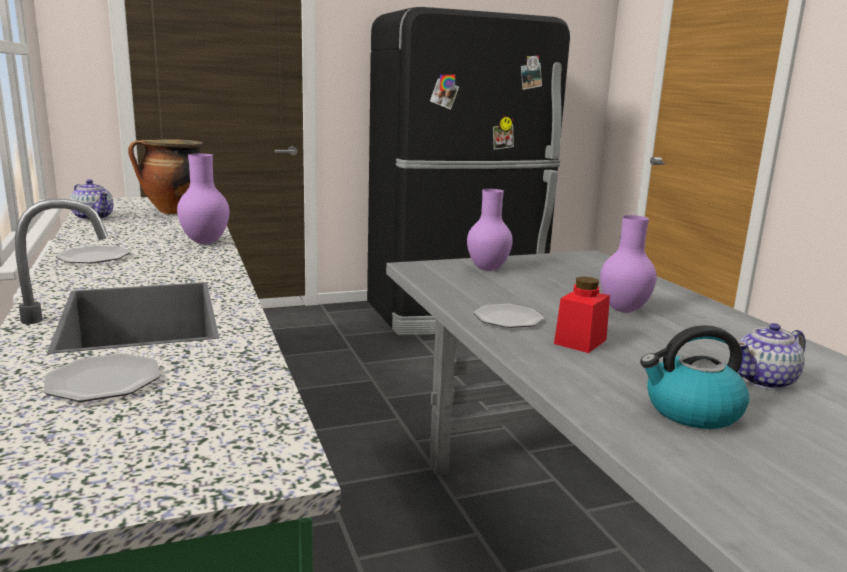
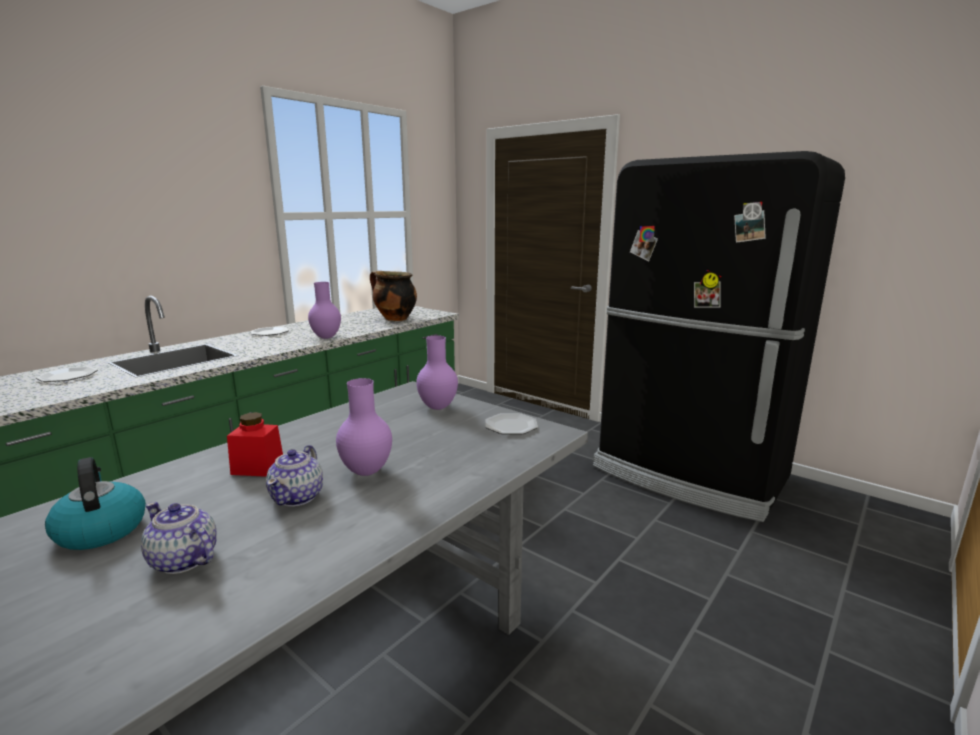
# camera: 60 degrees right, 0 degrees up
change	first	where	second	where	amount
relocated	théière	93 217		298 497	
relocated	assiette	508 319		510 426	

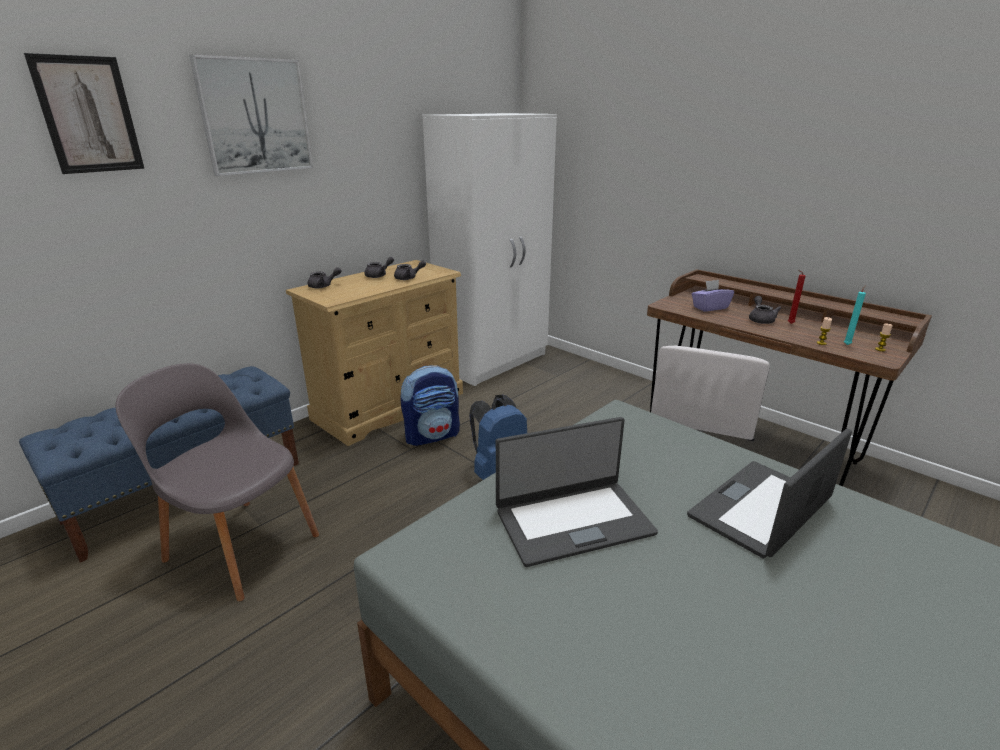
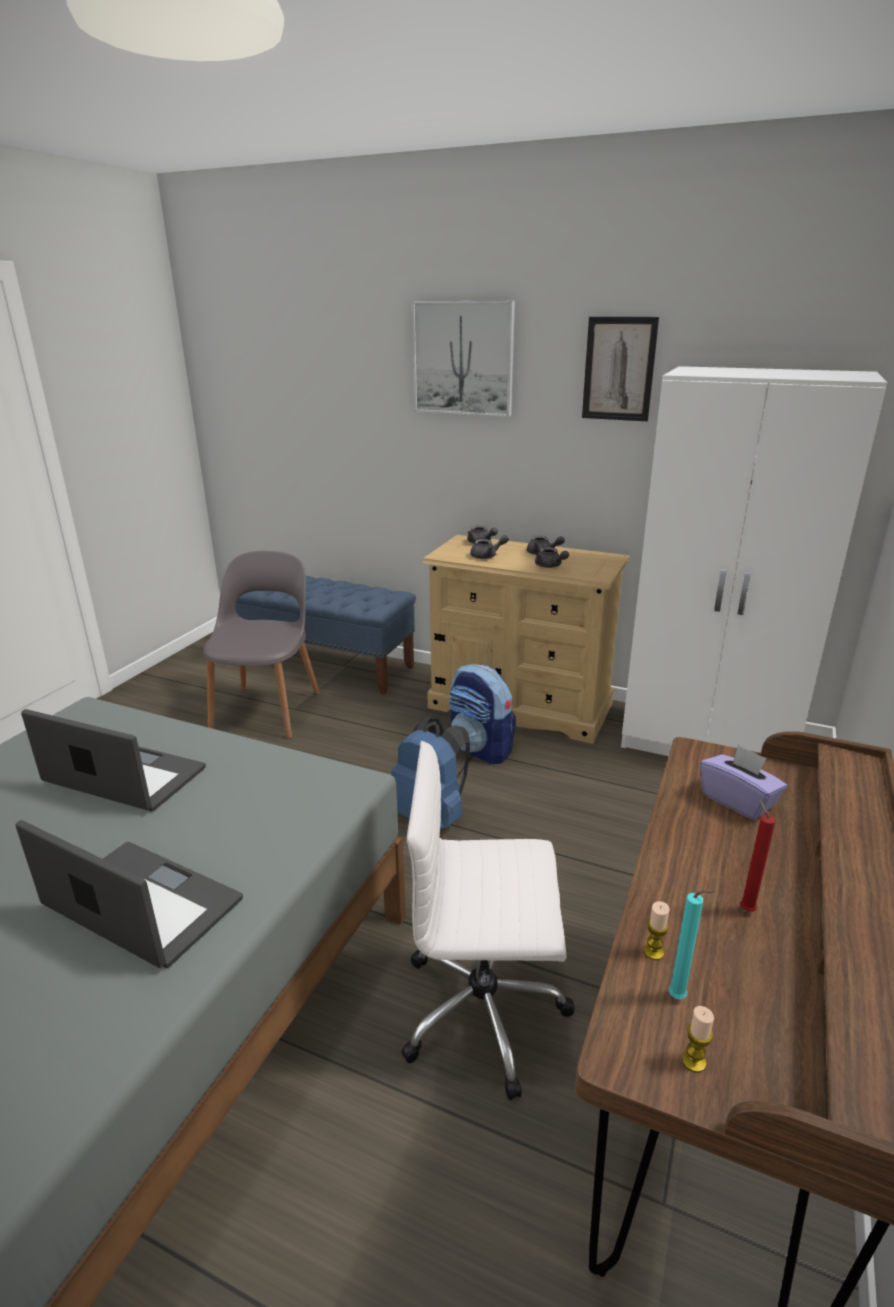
# camera: 70 degrees right, 0 degrees up
change	first	where	second	where	amount
spun	ordinateur portable	573 521		124 777	150 degrees clockwise
relocated	théière (gris)	760 319		487 556	
relocated	tableau	88 115		619 369	

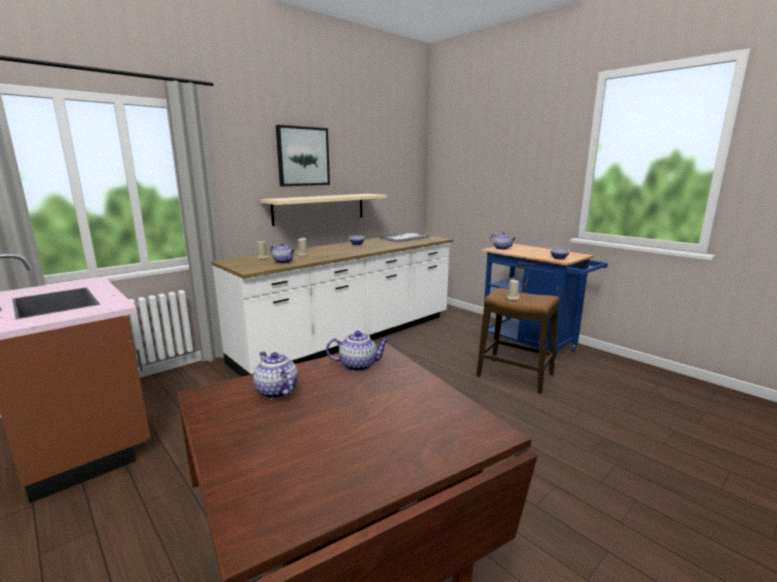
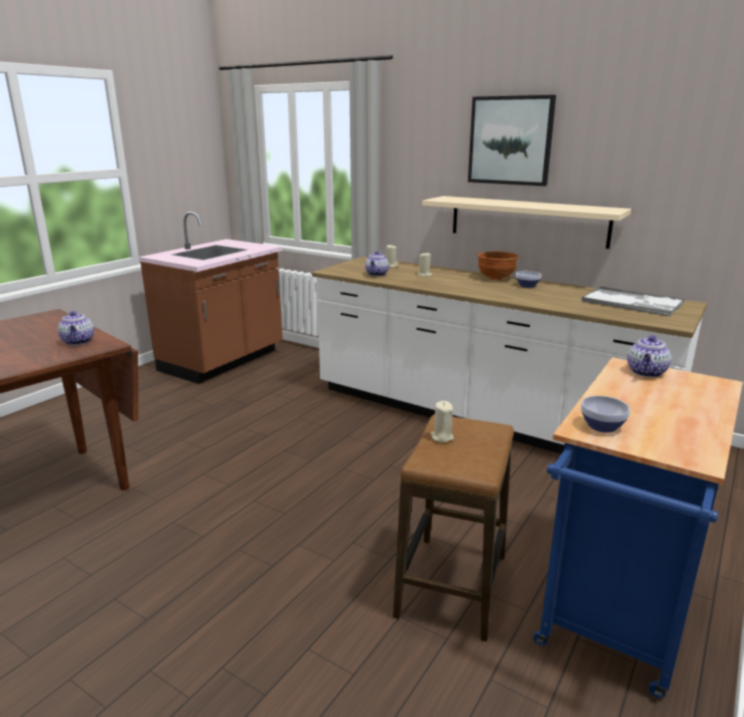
# camera: 75 degrees right, 5 degrees up
change	first	where	second	where	amount
appeared			bol (marron)	496 278	
missing	théière	276 391			

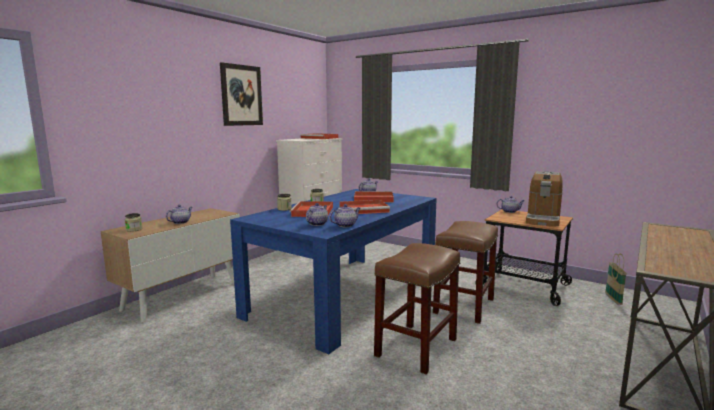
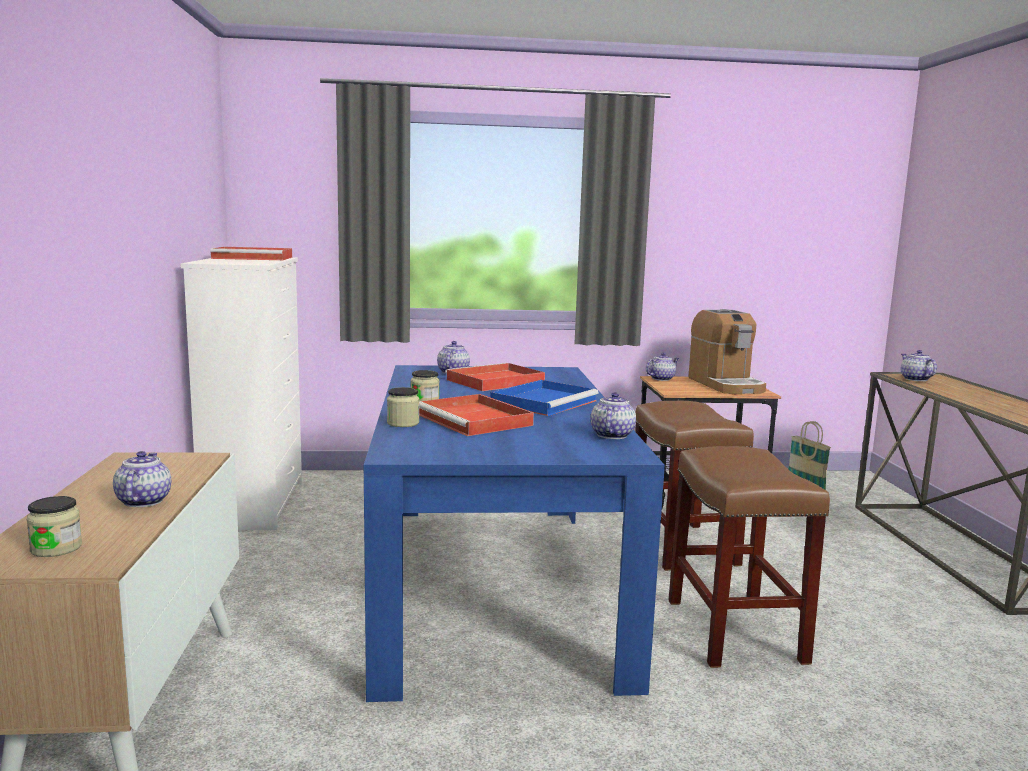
# camera: 40 degrees left, 0 degrees up
change	first	where	second	where	amount
colour	plateau (rouge)	364 209	plateau (bleu)	544 402	
relocated	théière	317 224		915 379	
missing	tableau	241 95			

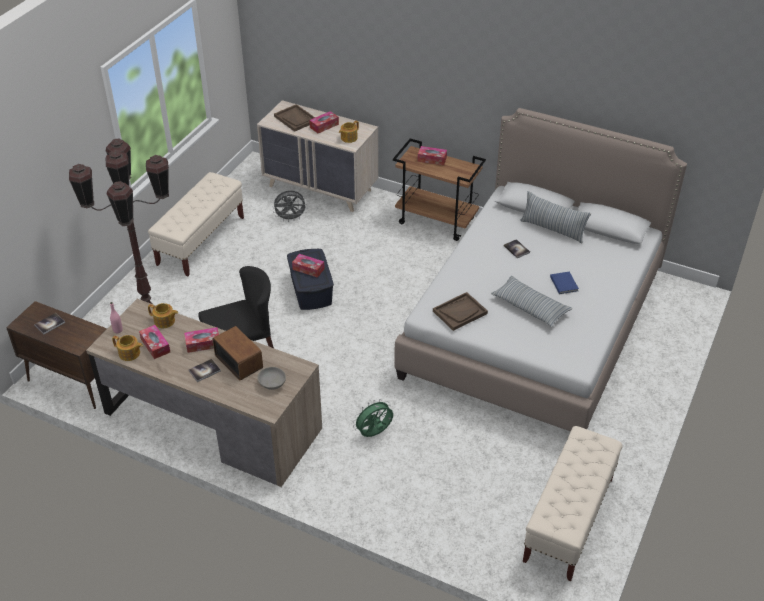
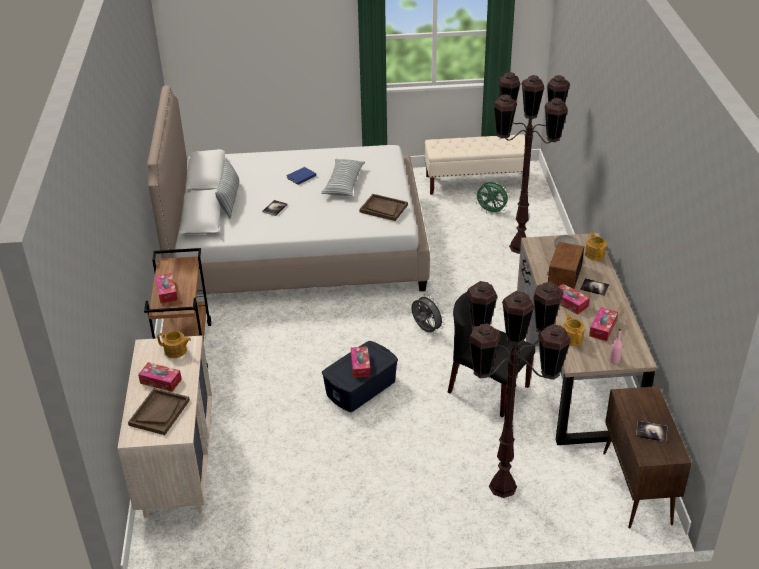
# camera: 120 degrees left, 5 degrees down
change	first	where	second	where	amount
relocated	ventilateur (gris)	290 218		426 330	
relocated	ventilateur (vert)	374 433		491 211	
appeared			lampadaire (marron)	519 247	
relocated	théière	129 354		595 254	
missing	banc (beige)	201 241			

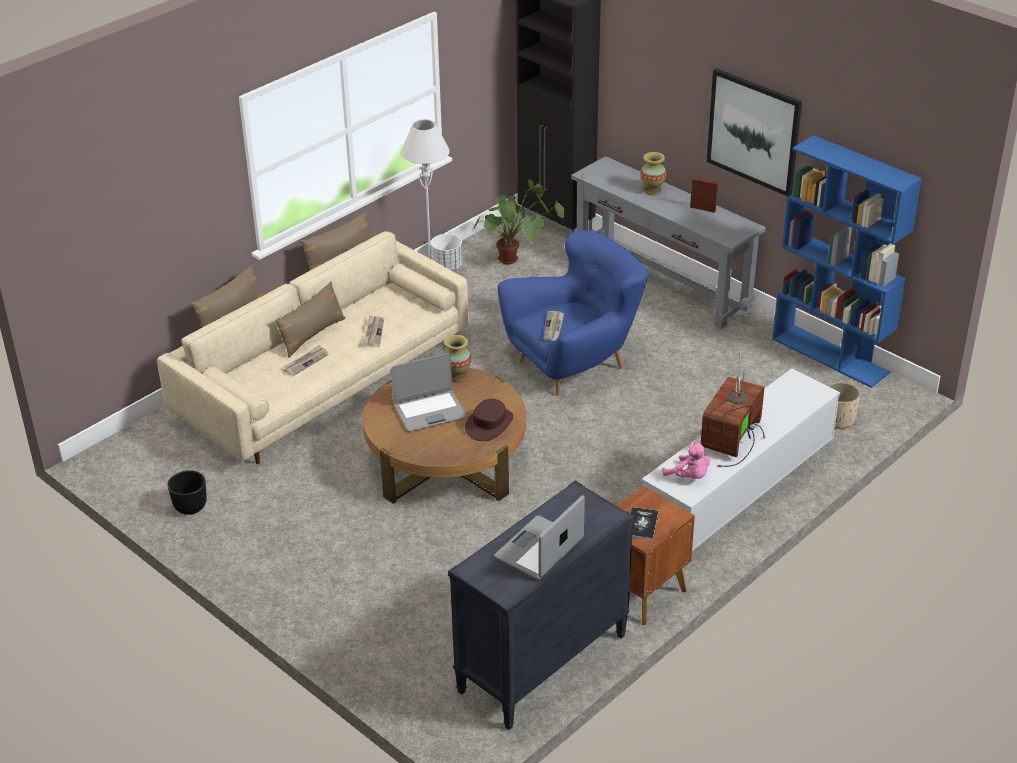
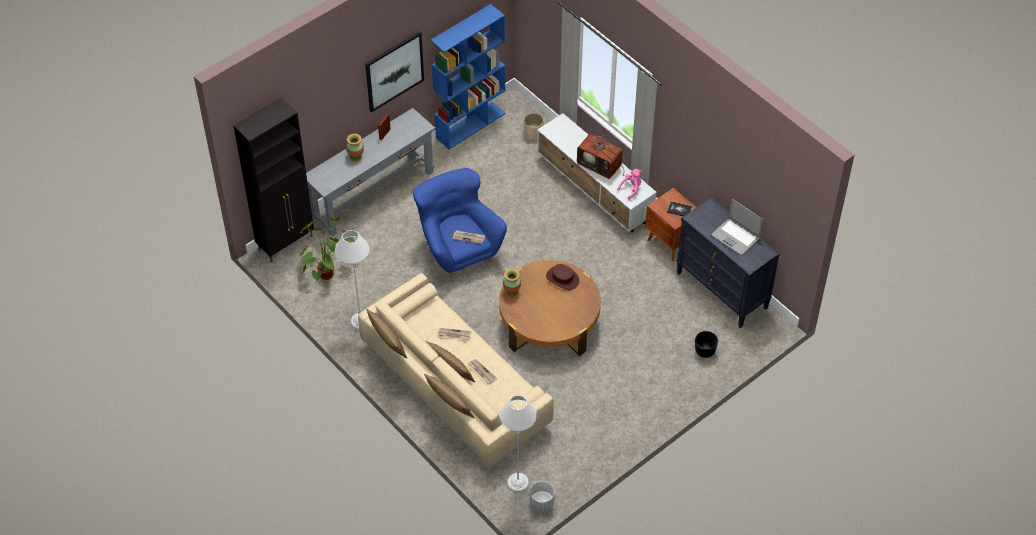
# camera: 85 degrees left, 15 degrees up
change	first	where	second	where	amount
appeared			lampadaire (gris)	517 482	
relocated	cache-pot (blanc)	447 266		542 503	
relocated	cache-pot (noir)	190 507		705 352	
missing	ordinateur portable	430 411			

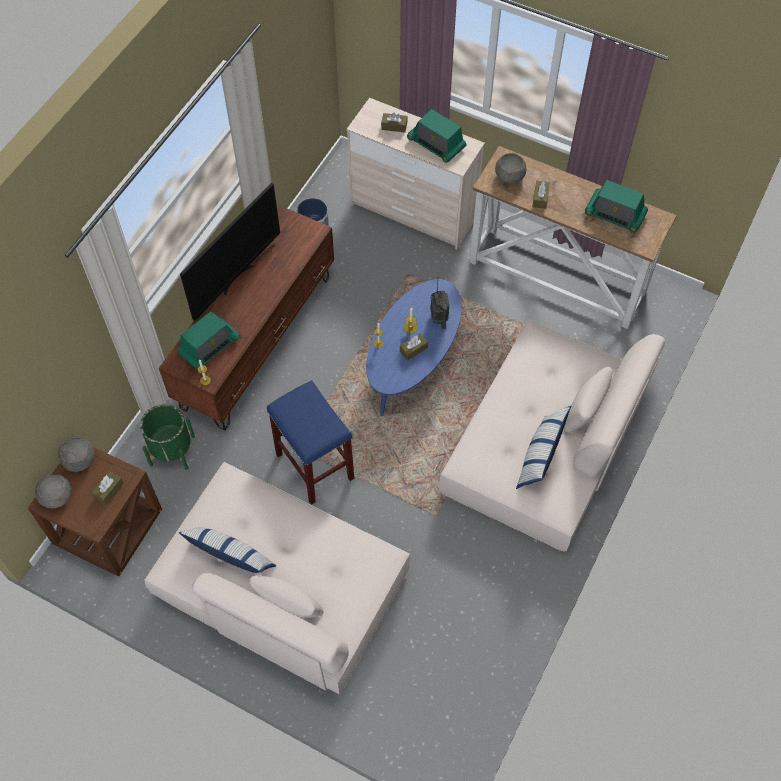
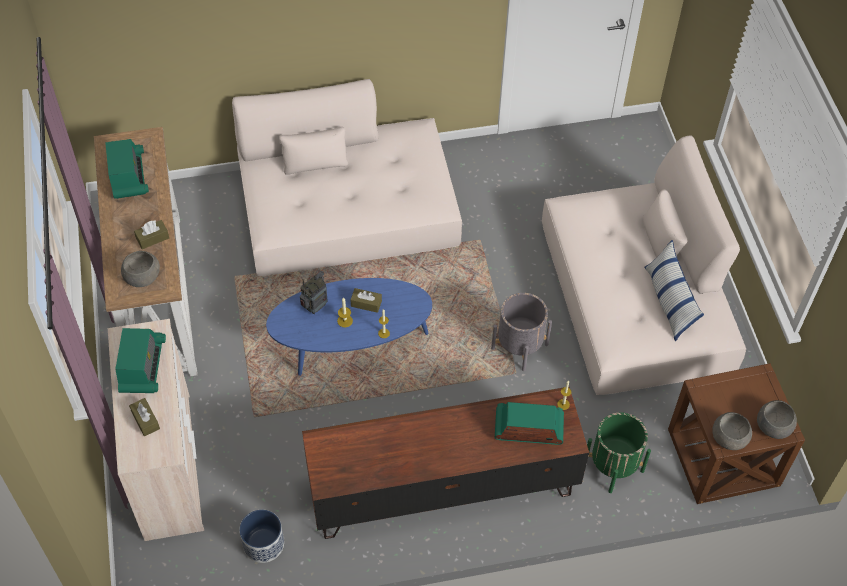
# camera: 130 degrees left, 5 degrees down
change	first	where	second	where	amount
exchanged	tabouret (bleu)	316 467	cache-pot (gris)	519 346	
missing	boîte à mouchoirs (marron)	109 490			
missing	téléviseur	236 278			
missing	coussin	540 455			

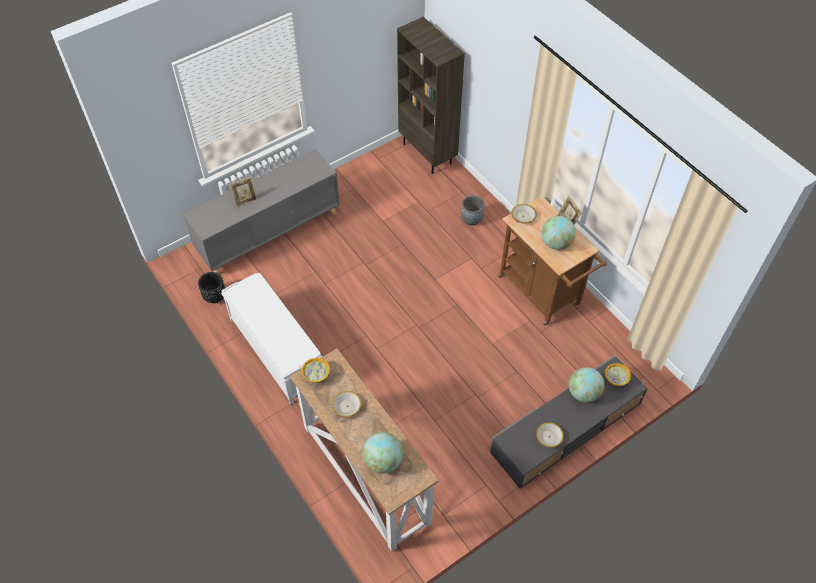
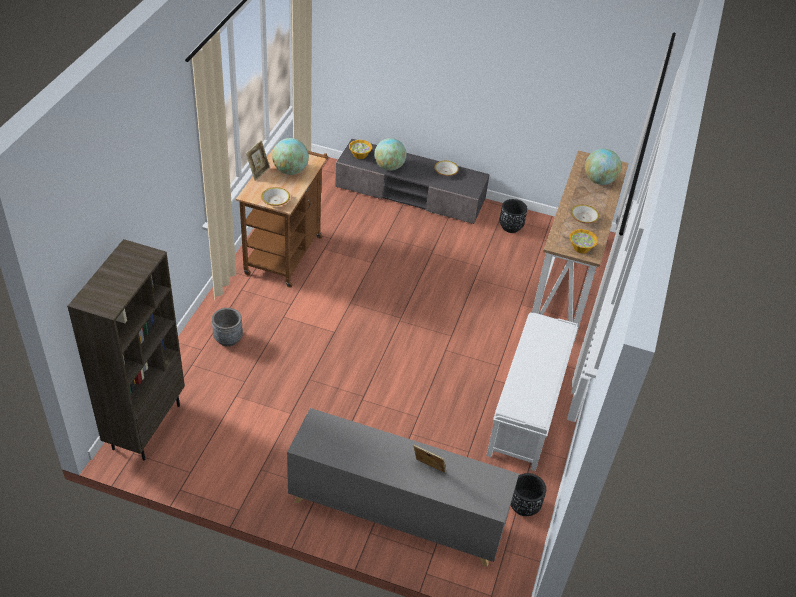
# camera: 130 degrees left, 10 degrees down
change	first	where	second	where	amount
appeared			cache-pot (noir)	510 227	

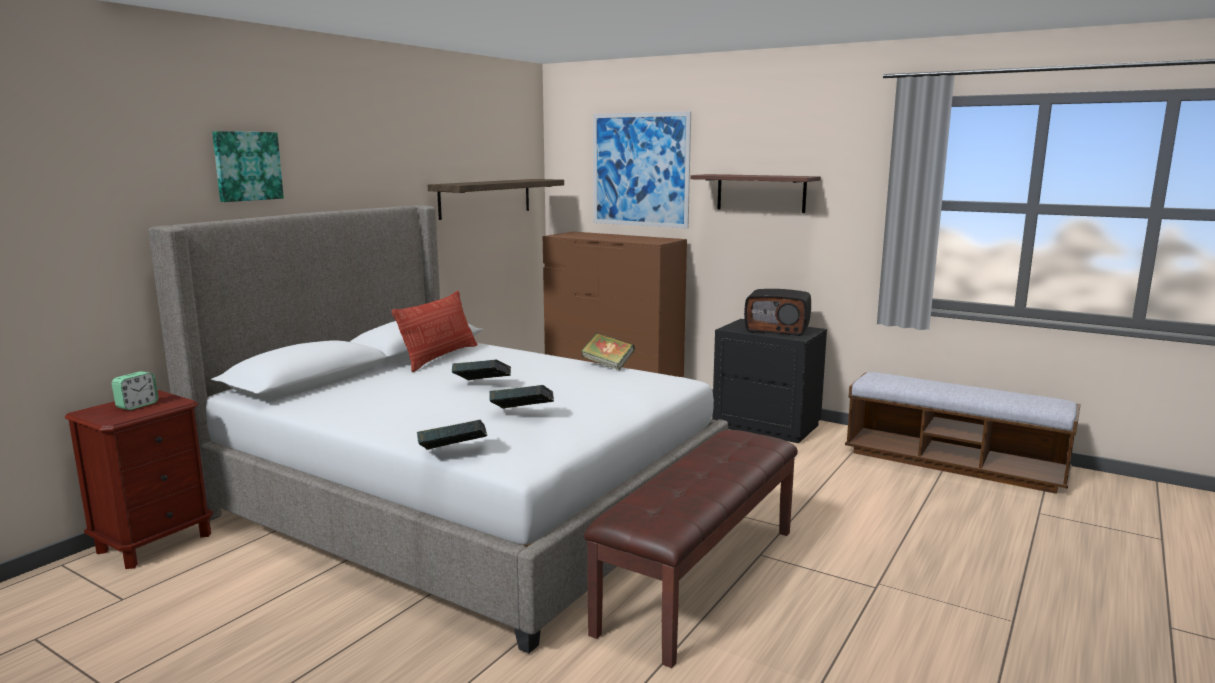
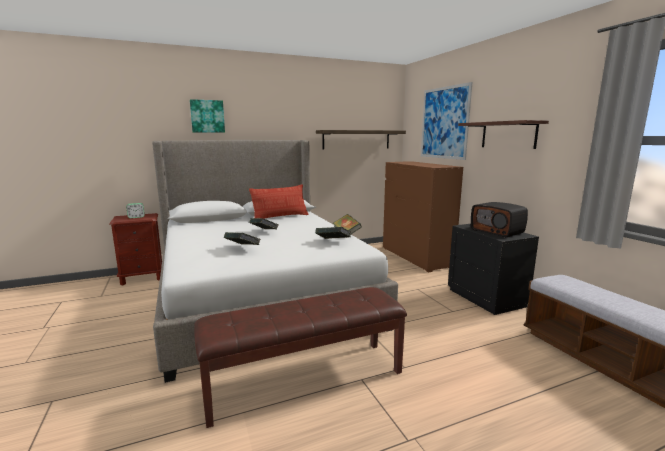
# camera: 35 degrees right, 0 degrees up
change	first	where	second	where	amount
relocated	livre	453 454		333 242	

